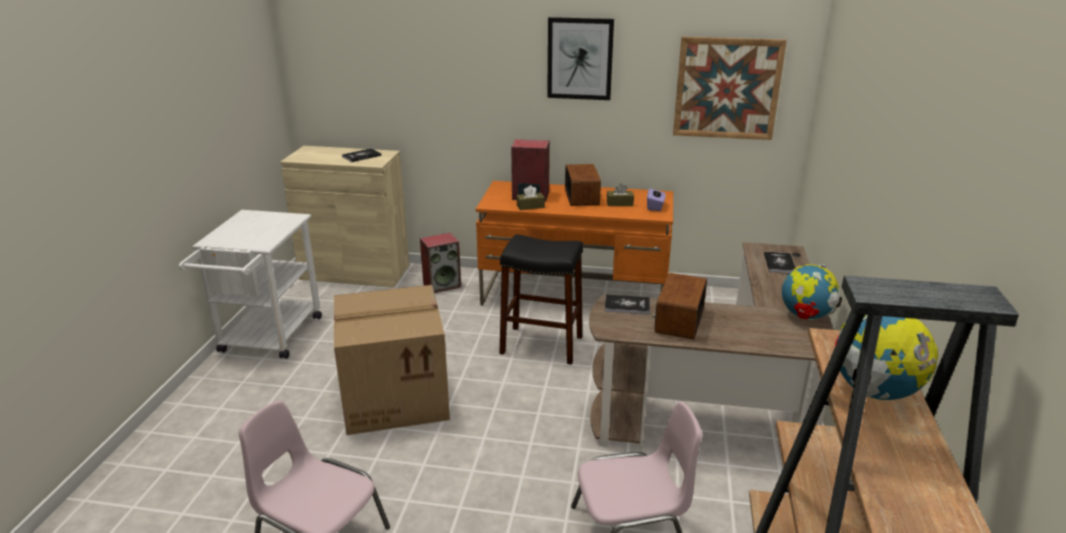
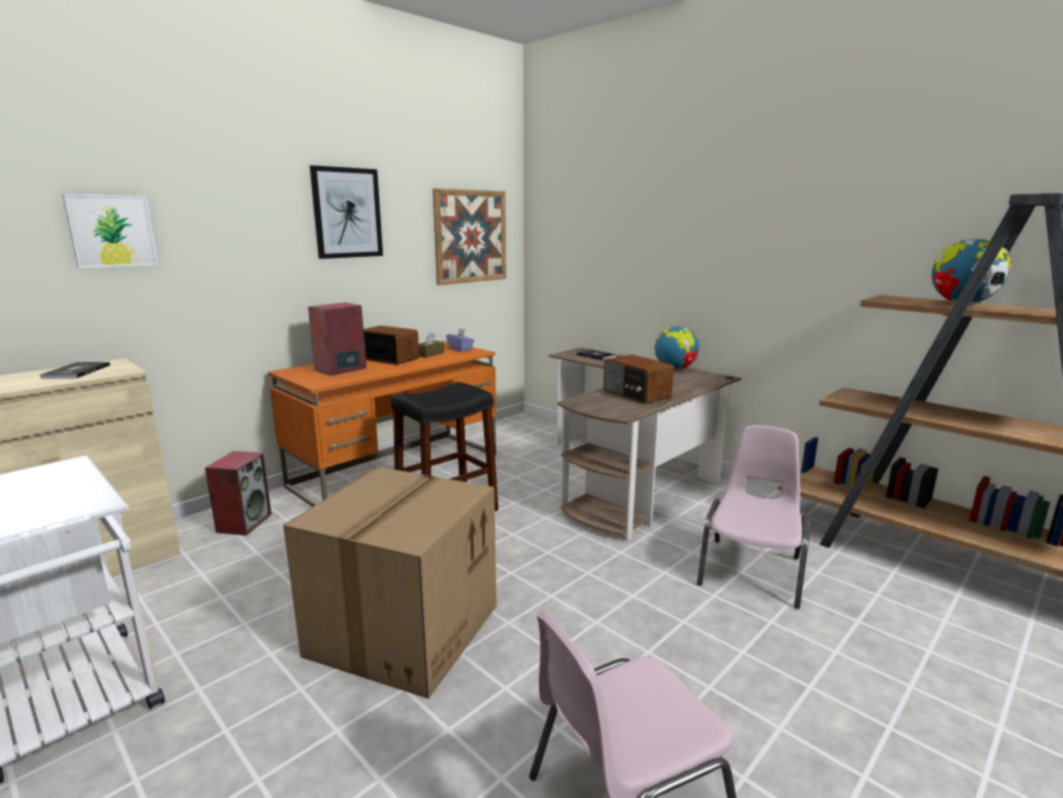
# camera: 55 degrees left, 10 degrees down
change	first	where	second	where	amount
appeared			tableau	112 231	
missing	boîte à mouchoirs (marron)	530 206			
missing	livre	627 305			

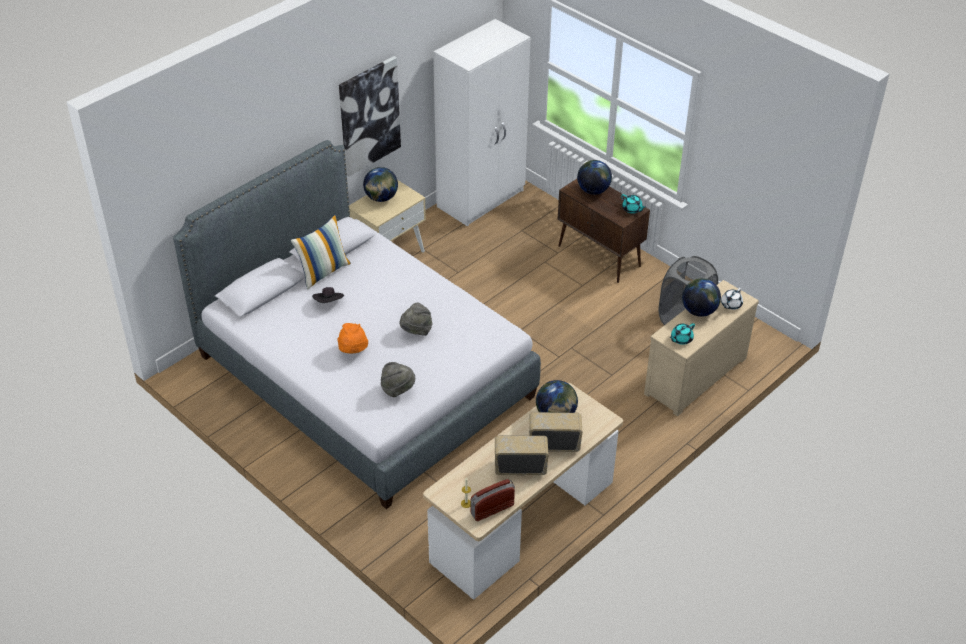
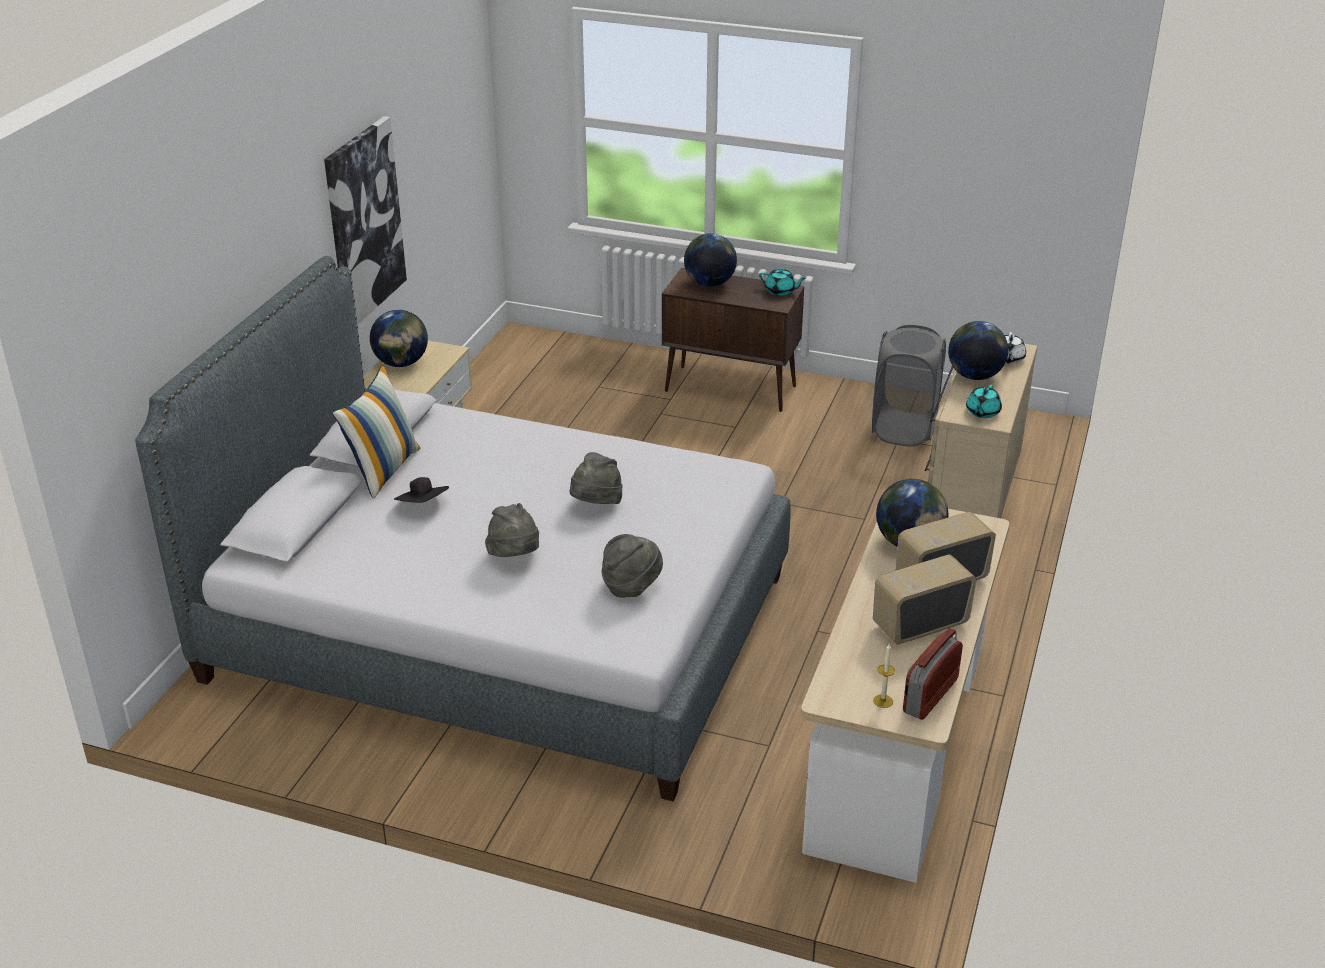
# camera: 25 degrees left, 10 degrees down
change	first	where	second	where	amount
colour	chapeau (orange)	353 351	chapeau (gris)	515 557	
missing	armoire (blanc)	482 199			

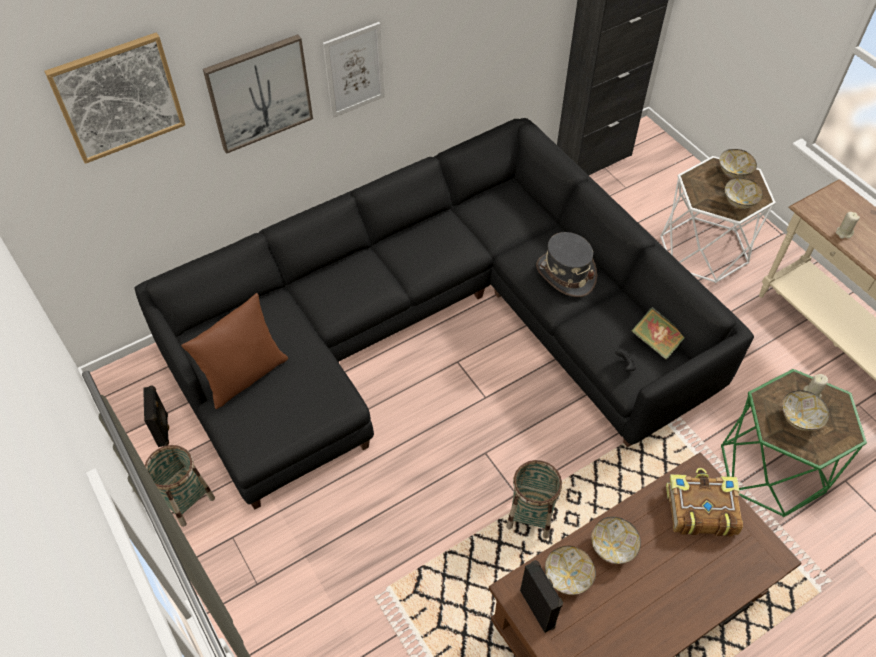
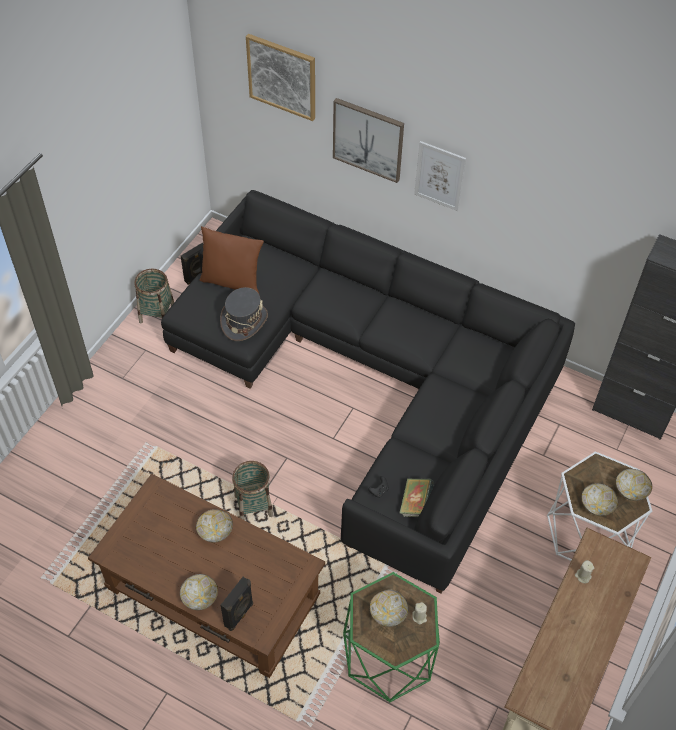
# camera: 60 degrees right, 0 degrees up
change	first	where	second	where	amount
relocated	bol	568 577		200 598	
relocated	chapeau (gris)	565 274		244 321	
relocated	enceinte (noir)	538 608		239 615	
missing	livre	700 509			

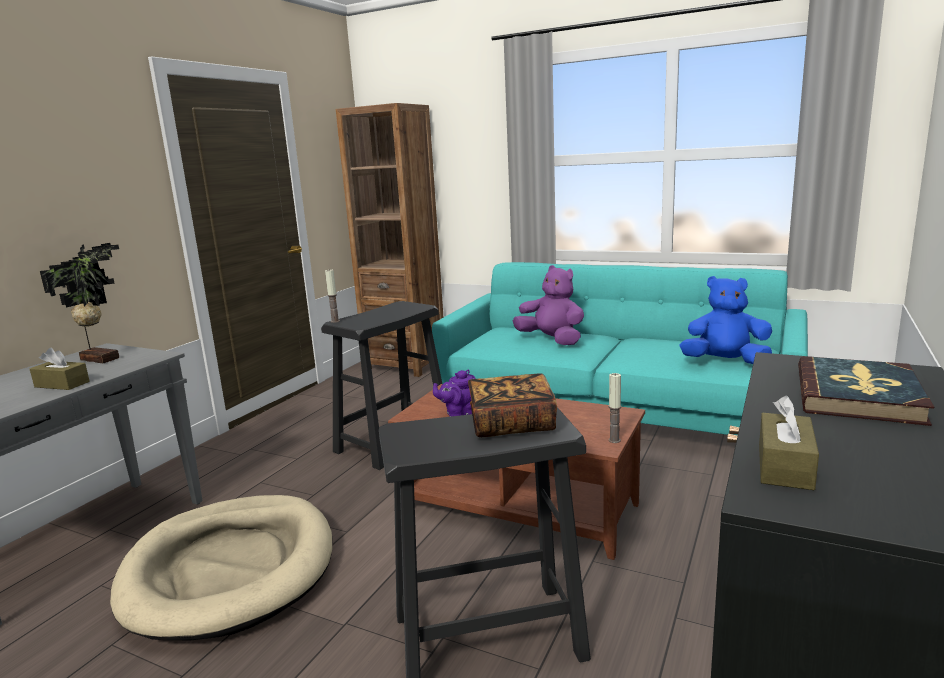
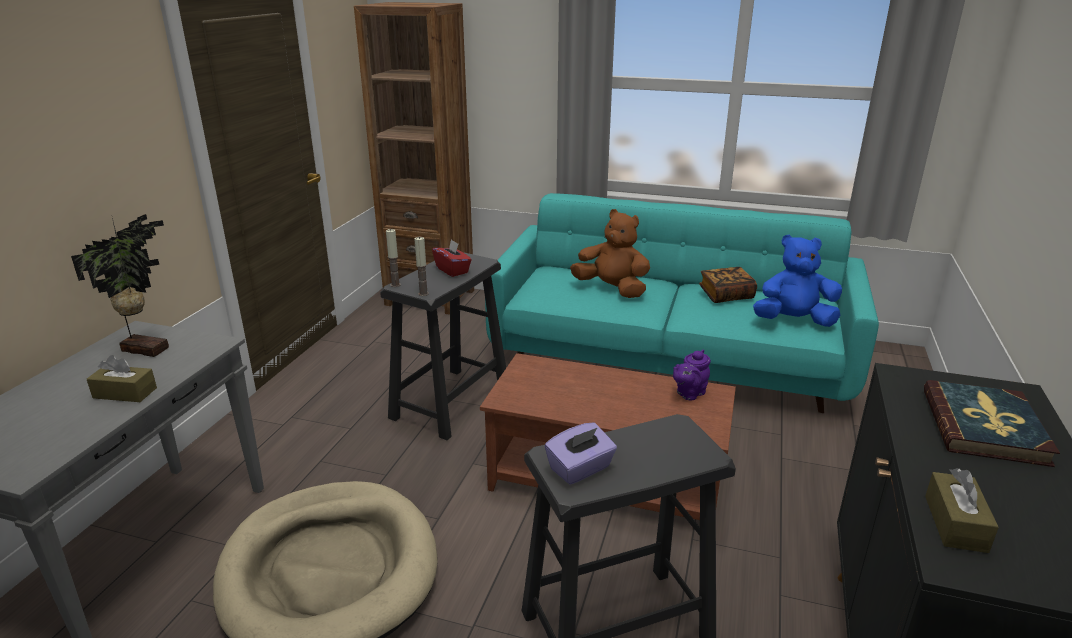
# camera: 10 degrees left, 10 degrees up
change	first	where	second	where	amount
relocated	bougie	614 440		423 294	
appeared			boîte à mouchoirs (rouge)	452 270	
appeared			boîte à mouchoirs (violet)	580 469	
colour	peluche (violet)	552 340	peluche (marron)	612 289	
relocated	théière (violet)	458 414		689 393	
relocated	livre	511 424		726 295	

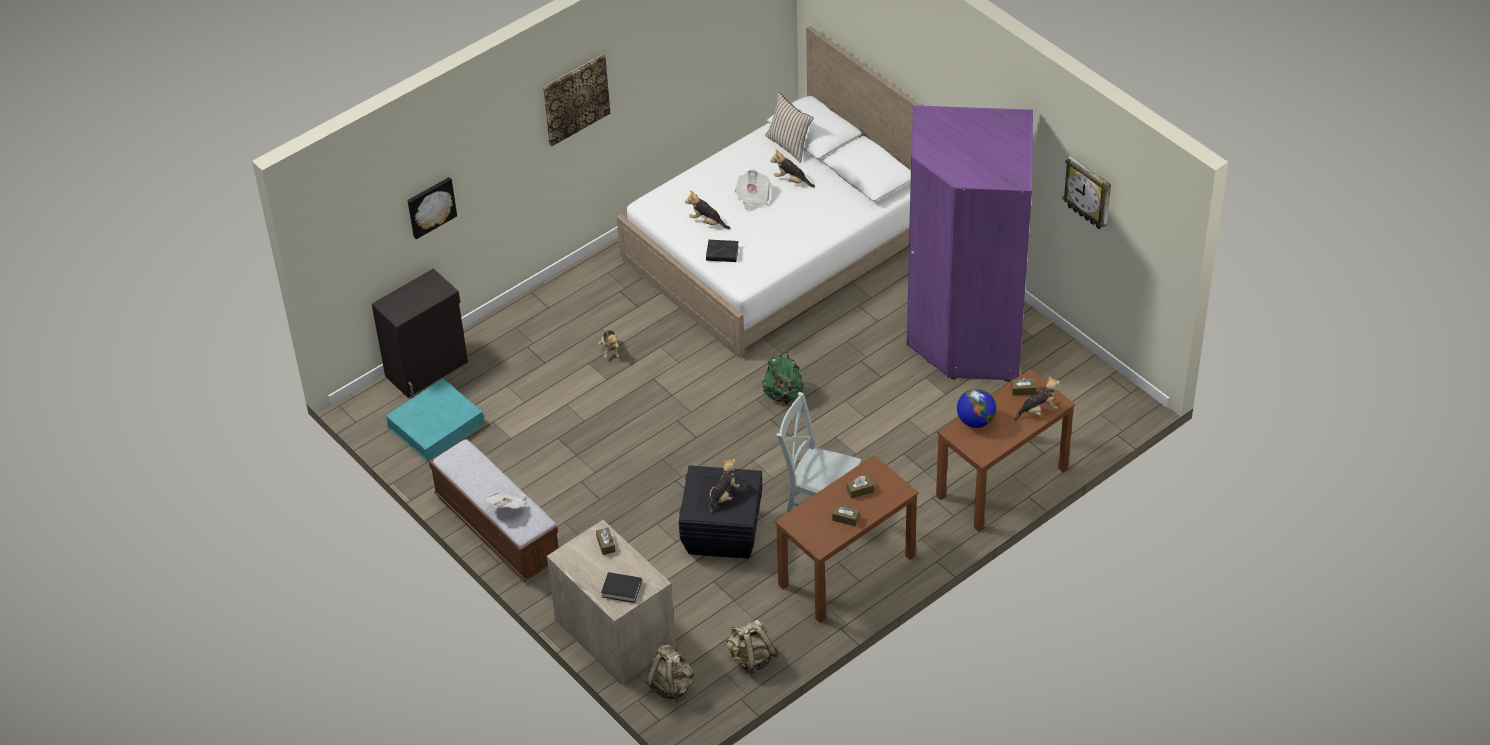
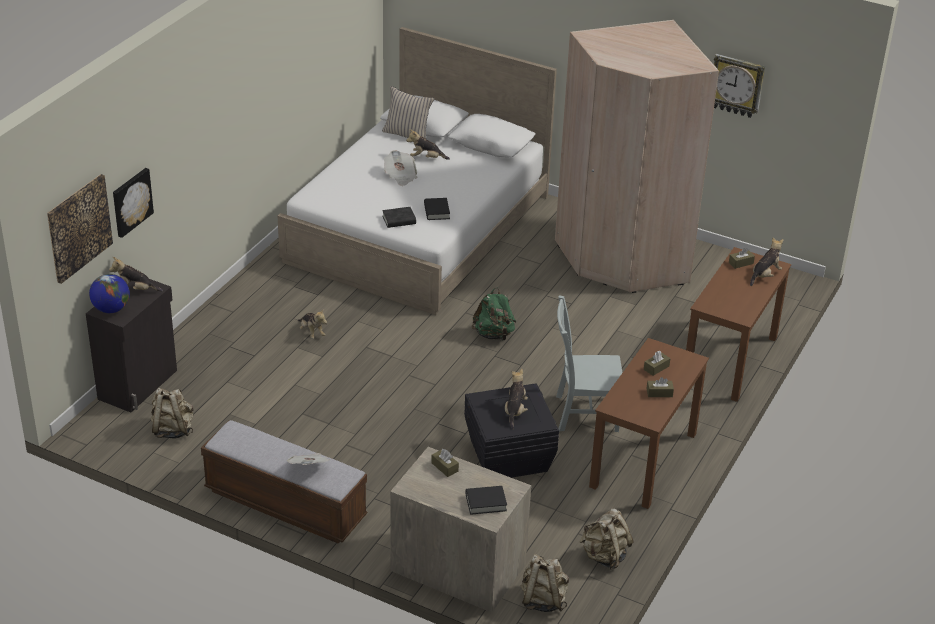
# camera: 25 degrees left, 10 degrees down
change	first	where	second	where	amount
relocated	tableau	575 99		79 228	
relocated	globe	975 421		111 309	
relocated	peluche	707 222		136 289	
exchanged	boîte de rangement (turquoise)	436 426	sac à dos (beige)	172 430	
appeared			livre (noir)	436 211	
colour	armoire (violet)	965 336	armoire (beige)	623 260	

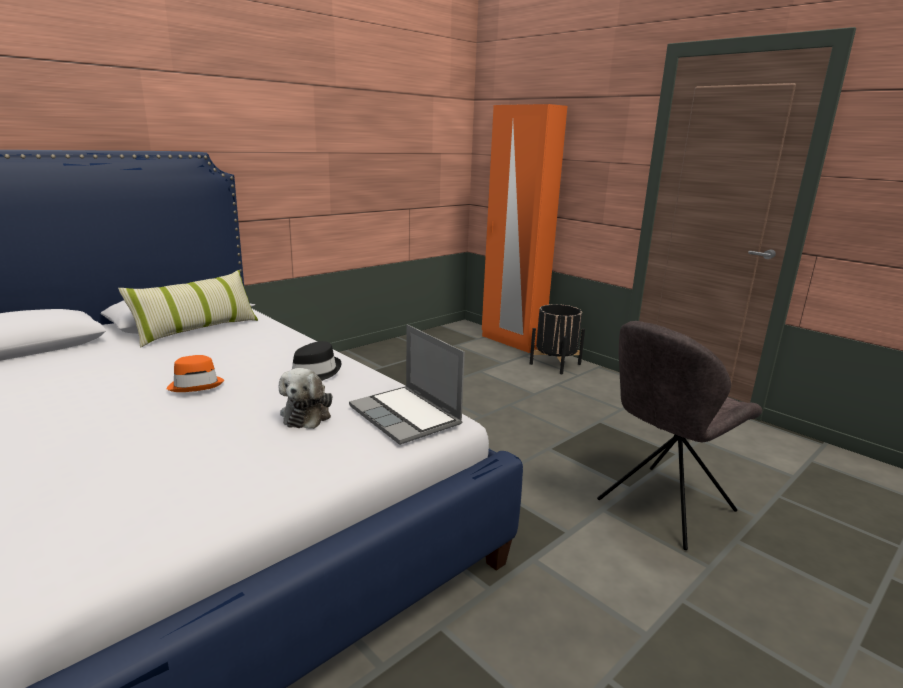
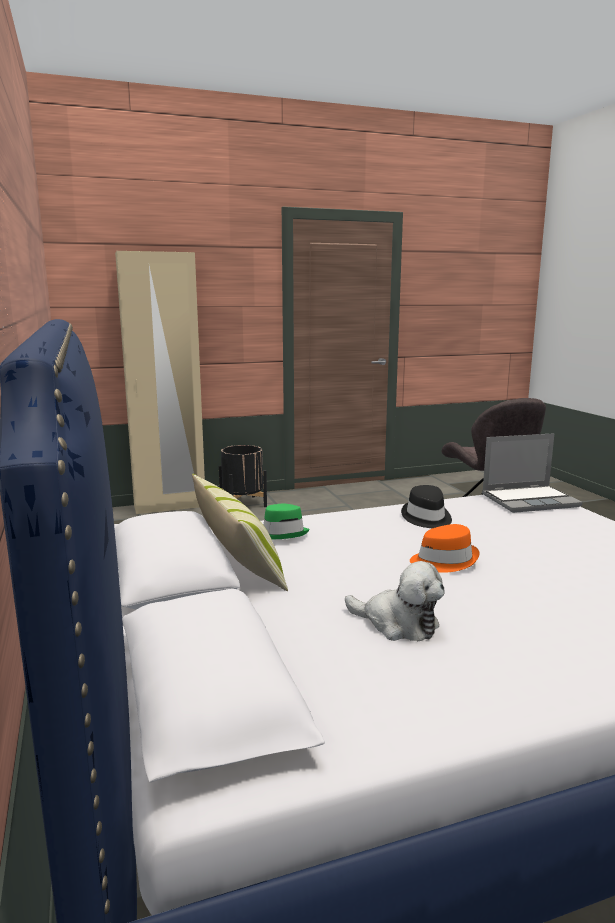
# camera: 65 degrees left, 5 degrees down
change	first	where	second	where	amount
colour	armoire (orange)	512 342	armoire (beige)	170 506	
appeared			chapeau (vert)	282 533	
relocated	peluche	307 414		398 624	

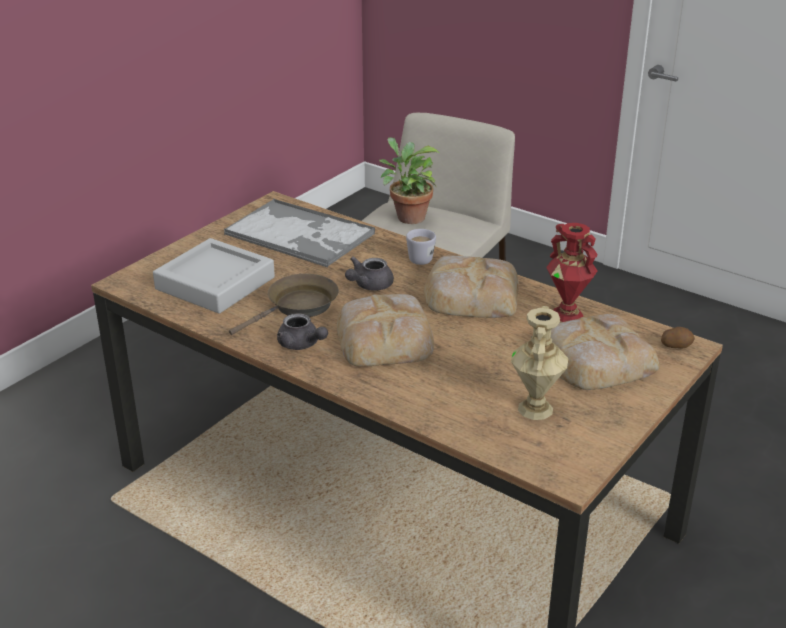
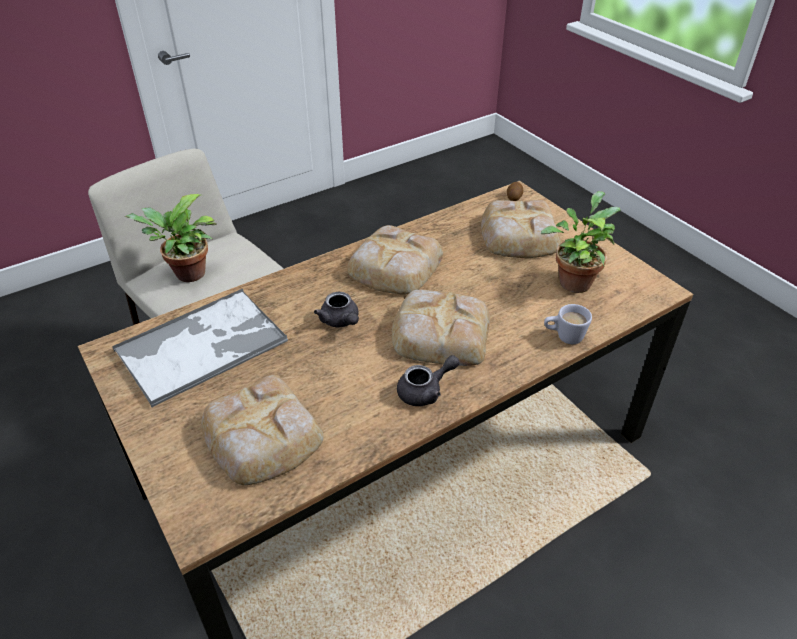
# camera: 70 degrees left, 10 degrees up
change	first	where	second	where	amount
exchanged	plateau (gris)	215 283	pain	262 437	
exchanged	vase (beige)	536 409	plante en pot	574 280	
relocated	mug (blanc)	419 258		564 337	
missing	poêle (marron)	298 307			
missing	vase (rouge)	568 314			

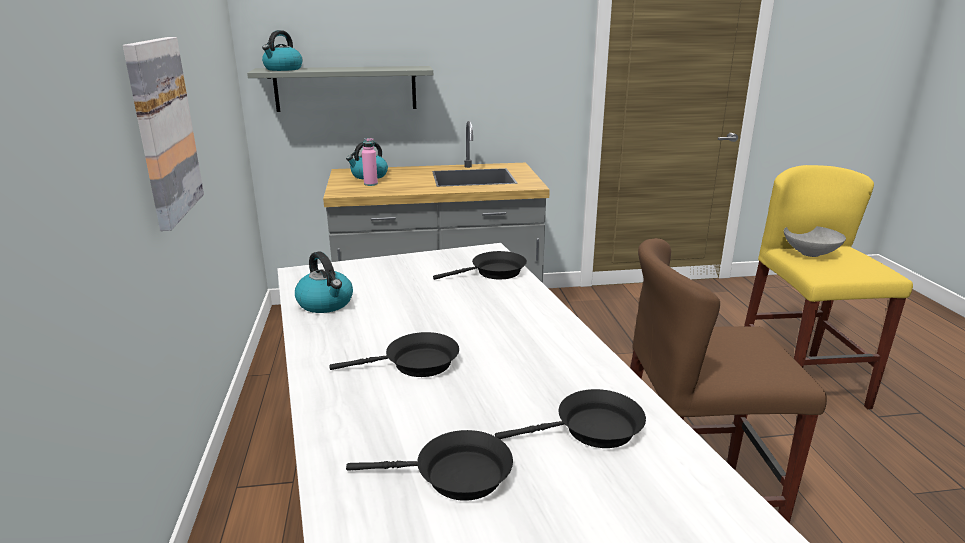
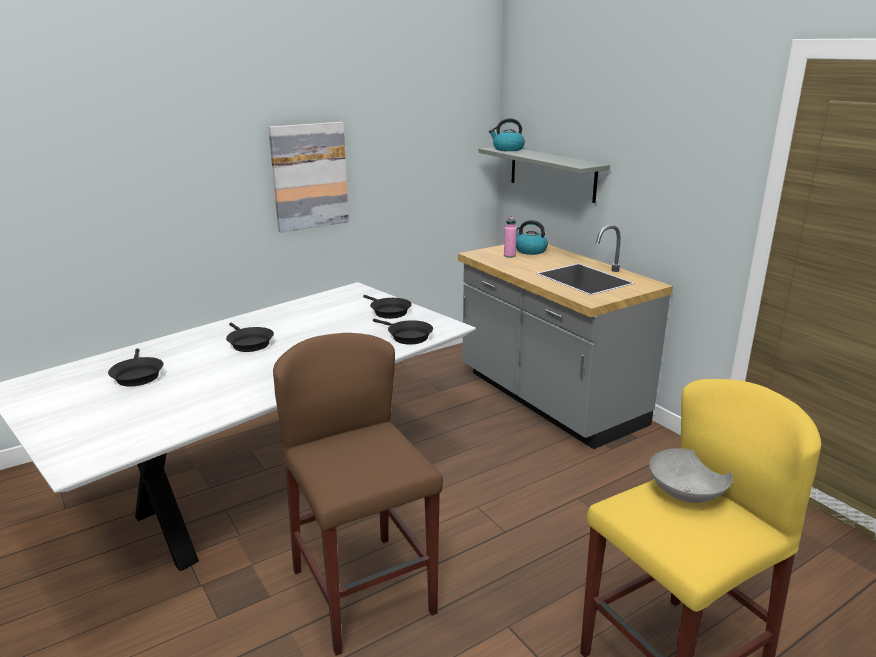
# camera: 65 degrees right, 0 degrees up
change	first	where	second	where	amount
relocated	poêle (noir)	592 430		388 311	
missing	bouilloire	326 303			

